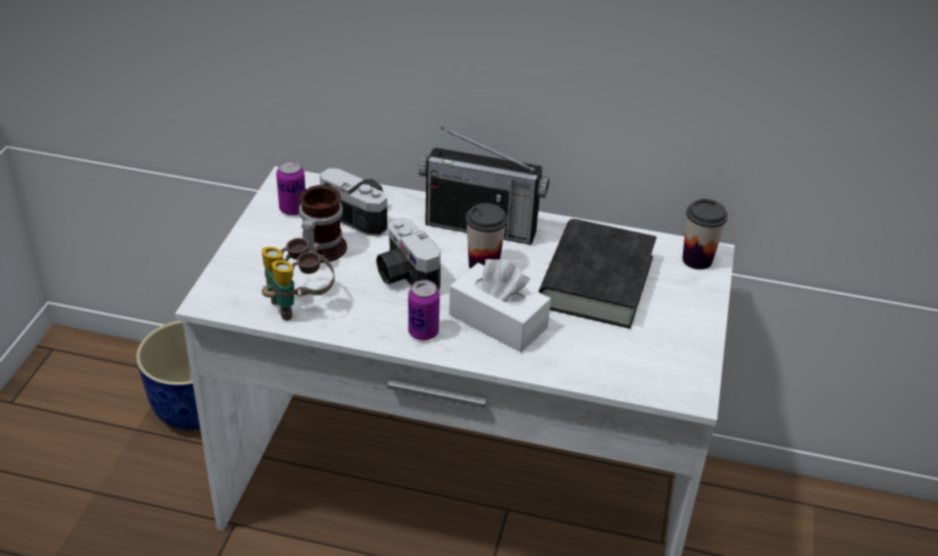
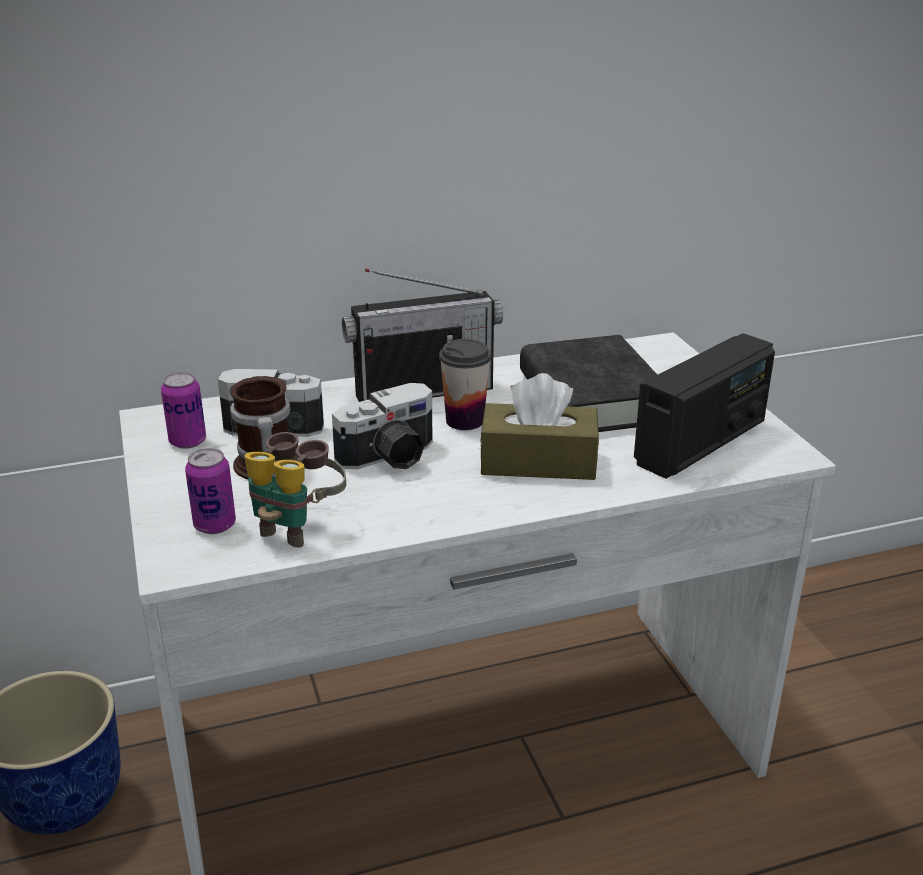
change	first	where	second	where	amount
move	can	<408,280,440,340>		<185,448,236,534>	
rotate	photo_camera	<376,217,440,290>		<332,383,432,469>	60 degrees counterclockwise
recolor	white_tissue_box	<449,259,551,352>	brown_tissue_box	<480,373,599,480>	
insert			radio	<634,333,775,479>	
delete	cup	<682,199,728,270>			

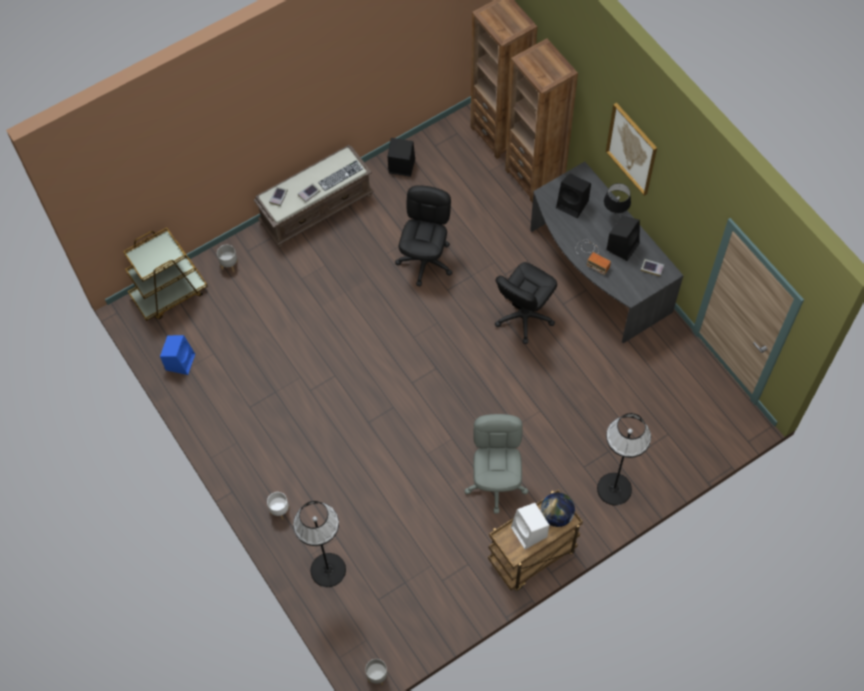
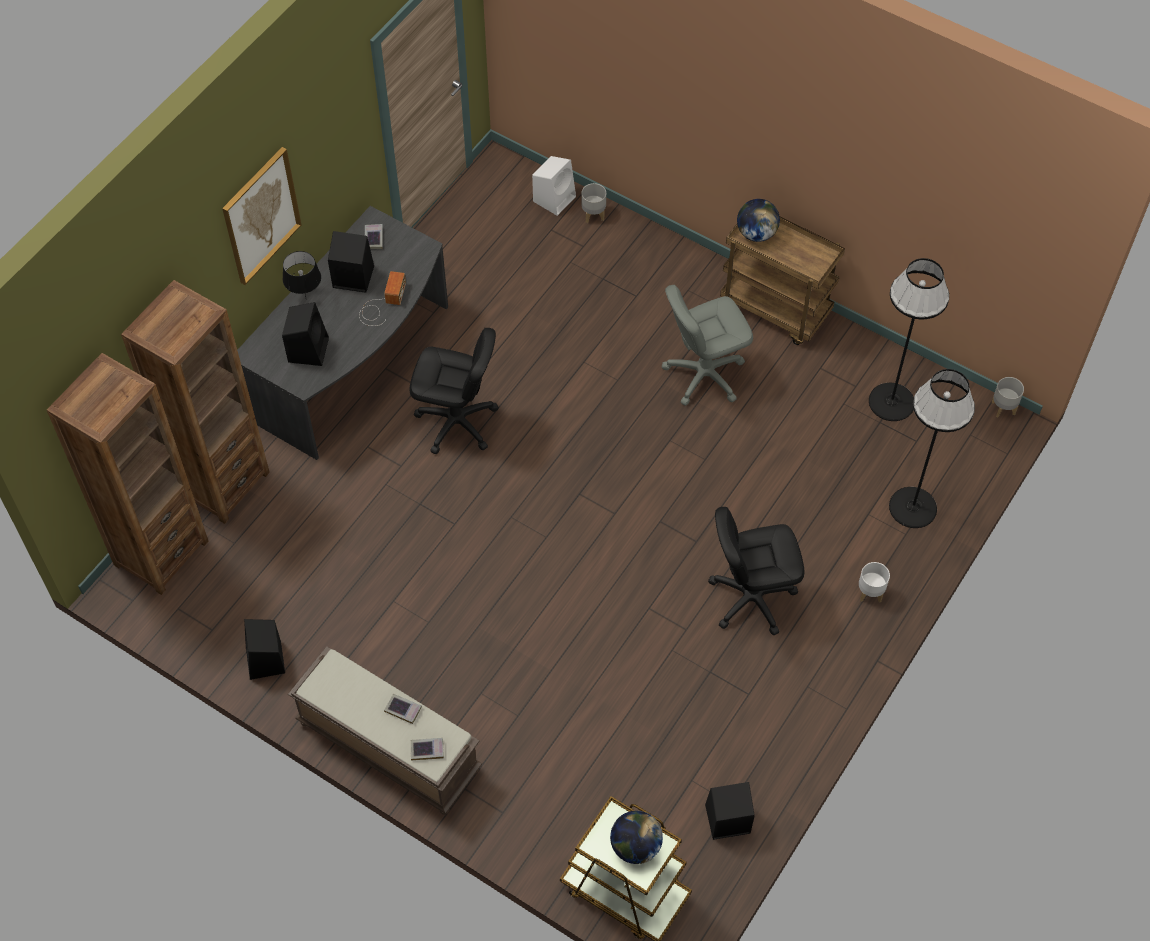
change	first	where	second	where	amount
move	white_speaker	<511,503,549,549>		<532,156,576,216>	
move	grey_planter	<217,245,238,272>		<581,183,606,223>	
insert			globe	<610,811,663,864>	
recolor	blue_speaker	<160,335,195,375>	black_speaker	<705,782,755,840>	
move	black_office_chair	<395,185,453,286>		<708,507,804,635>	
move	black_floor_lamp	<597,413,651,505>		<869,258,949,421>	
delete	keyboard	<318,160,363,191>			

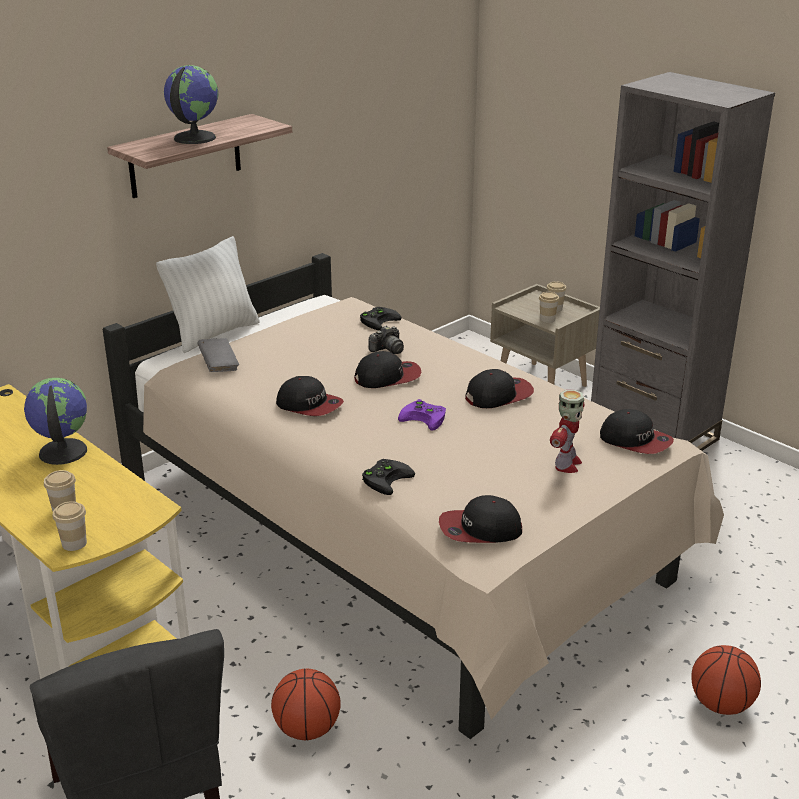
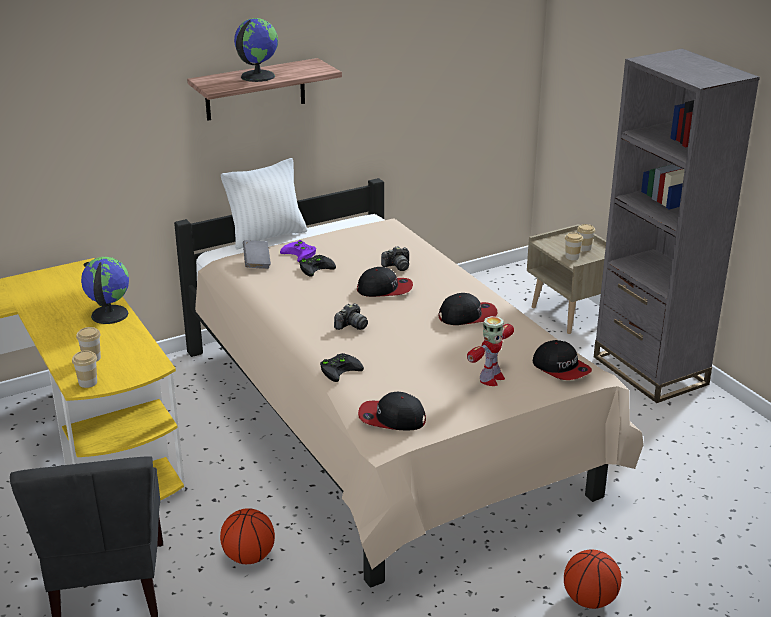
change	first	where	second	where	amount
move	purple_game_controller	<398,399,446,431>		<280,240,316,262>	
move	black_game_controller	<360,307,402,330>		<299,255,336,277>	
insert			photo_camera	<334,303,368,330>	
delete	cap	<276,376,344,416>			

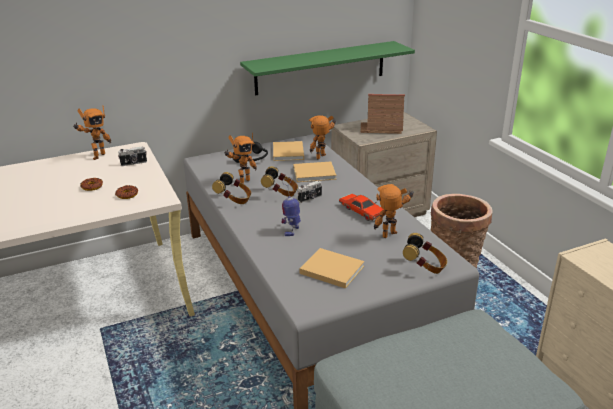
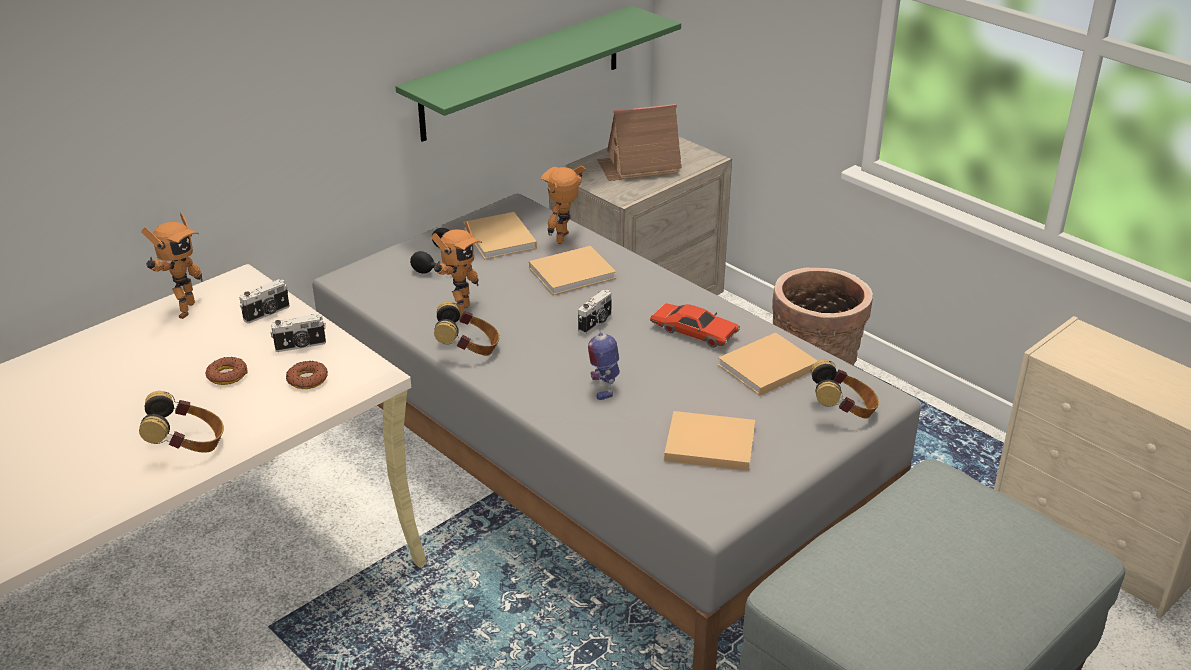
change	first	where	second	where	amount
move	headphones	<261,166,298,197>		<139,391,224,453>	
insert			photo_camera	<270,314,326,352>	
replace	toy_robot	<374,184,414,238>	beige_book	<718,333,818,396>	

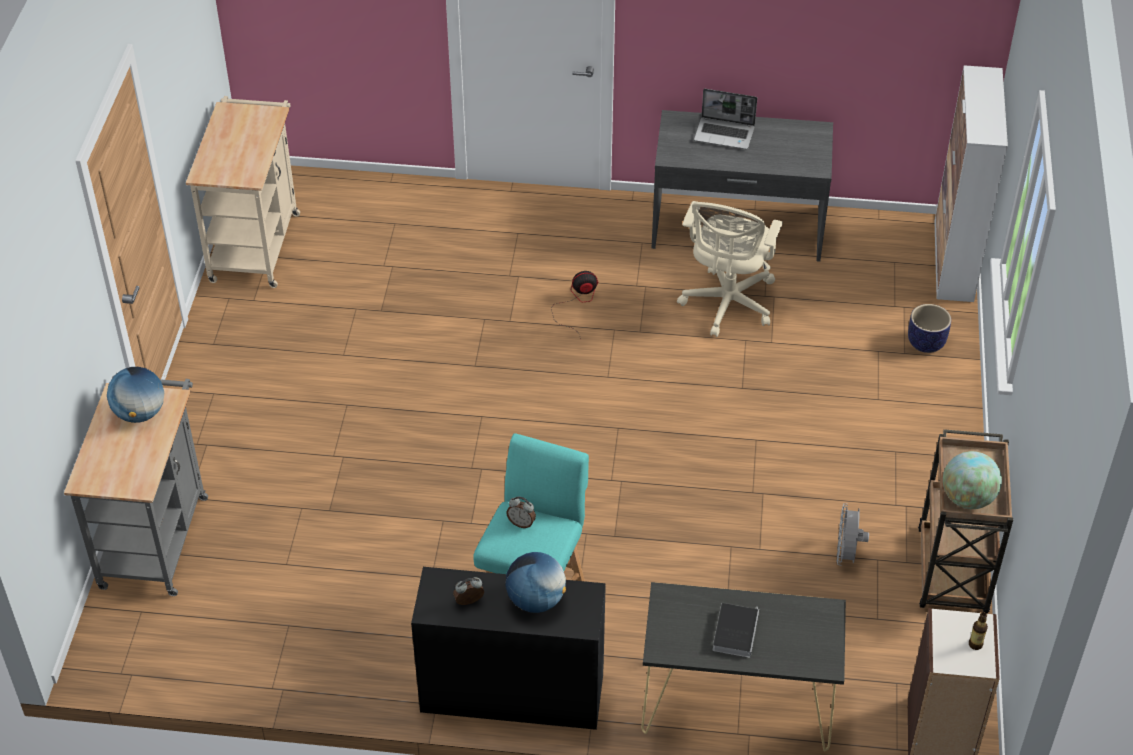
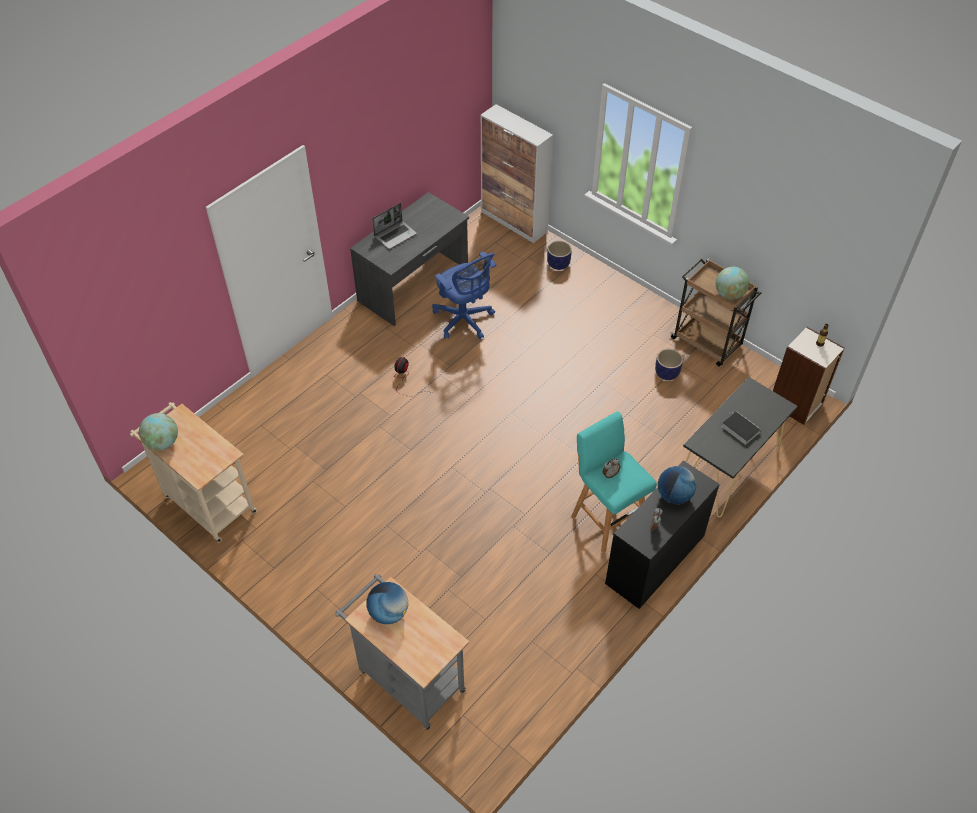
change	first	where	second	where	amount
insert			globe	<139,413,178,450>	
recolor	beige_office_chair	<677,201,783,337>	blue_office_chair	<432,252,496,339>	
replace	grey_fan	<837,503,869,566>	planter	<655,349,683,380>	

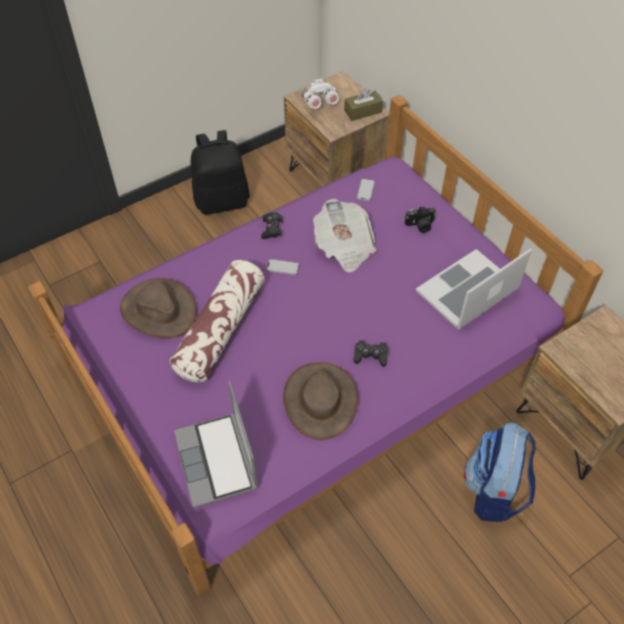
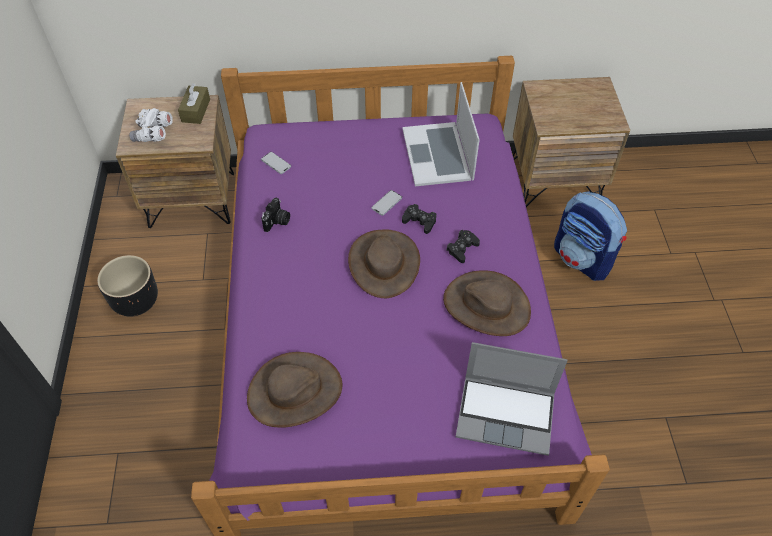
change	first	where	second	where	amount
replace	black_backpack	<191,130,250,215>	black_planter	<97,255,158,317>	
move	photo_camera	<405,206,436,233>		<261,198,290,232>	
insert			brown_hat	<348,230,420,298>	
move	phone	<267,259,299,275>		<371,190,402,216>	
move	black_game_controller	<261,212,282,239>		<402,204,436,234>	
delete	pillow	<170,260,265,382>			
delete	newspaper	<313,199,376,273>			

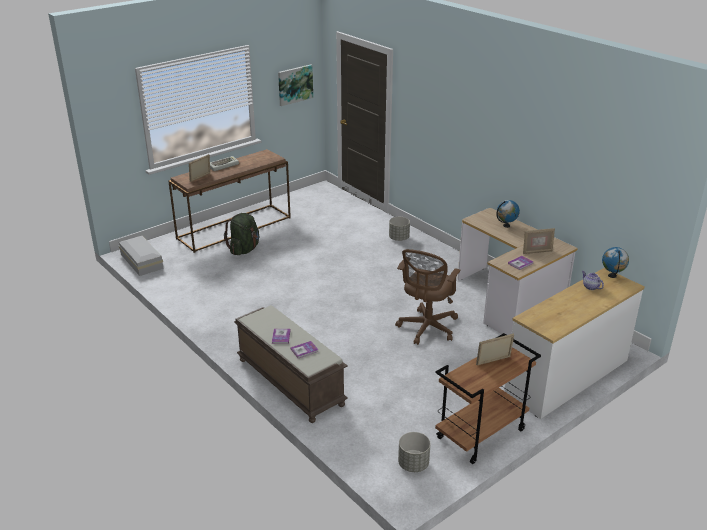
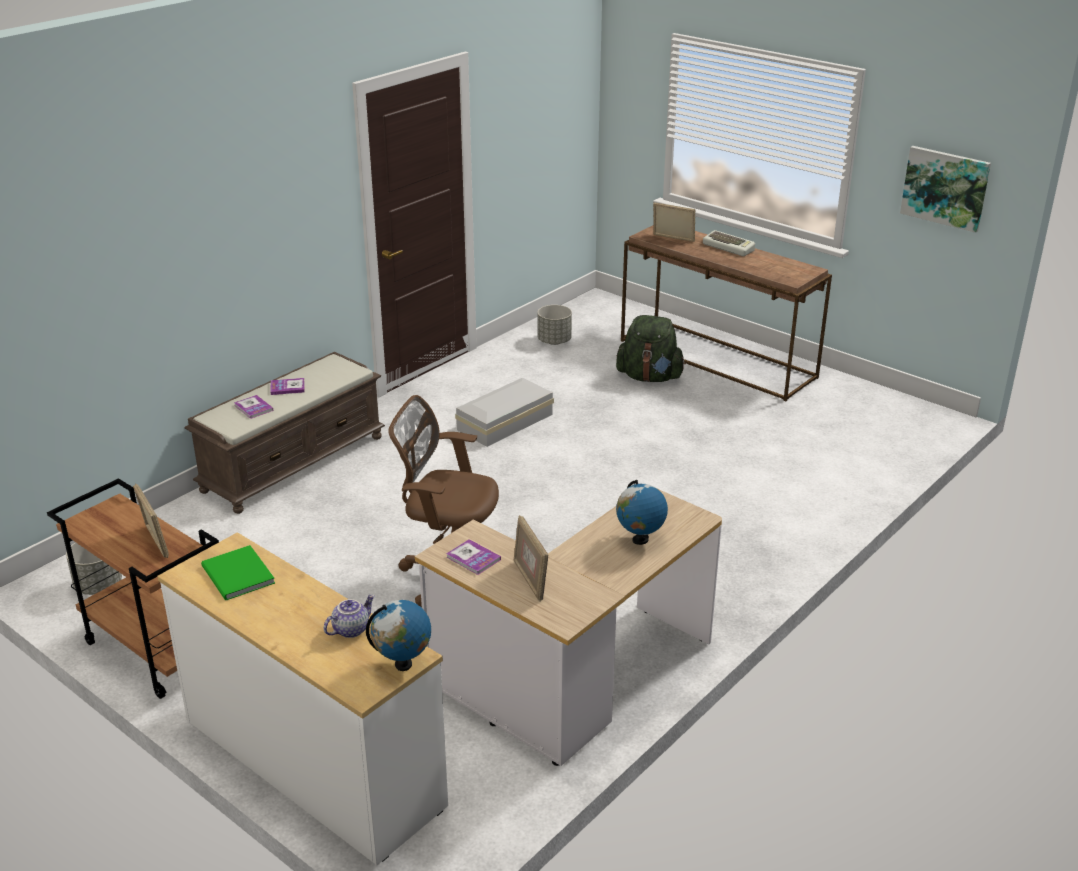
change	first	where	second	where	amount
insert			green_book	<201,545,275,600>	
move	white_storage_box	<119,236,164,276>		<455,378,554,447>	
move	grey_planter	<389,217,410,241>		<538,305,572,345>	

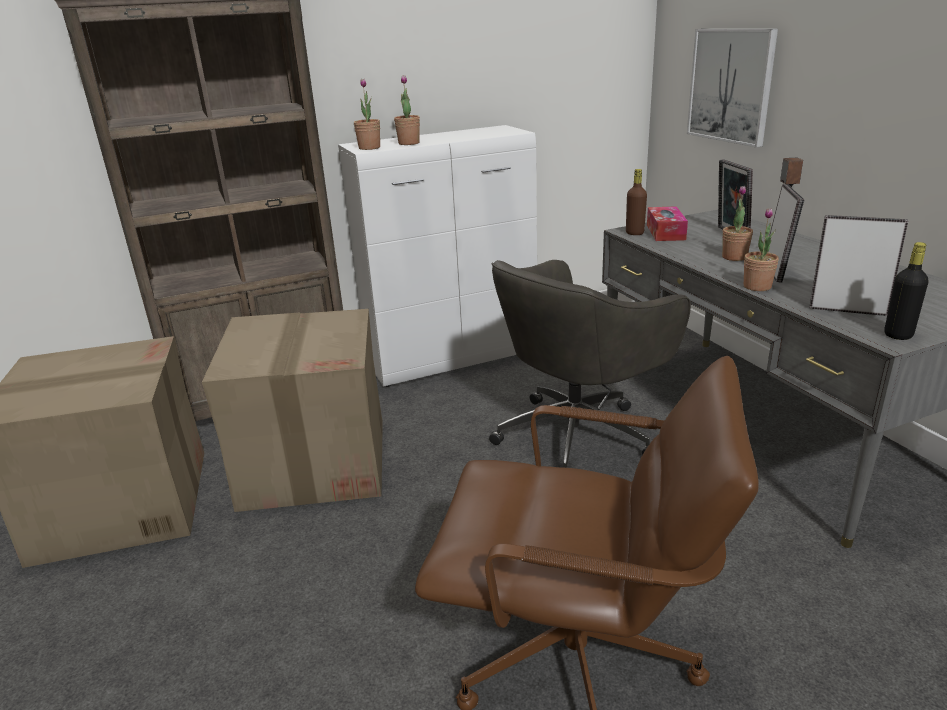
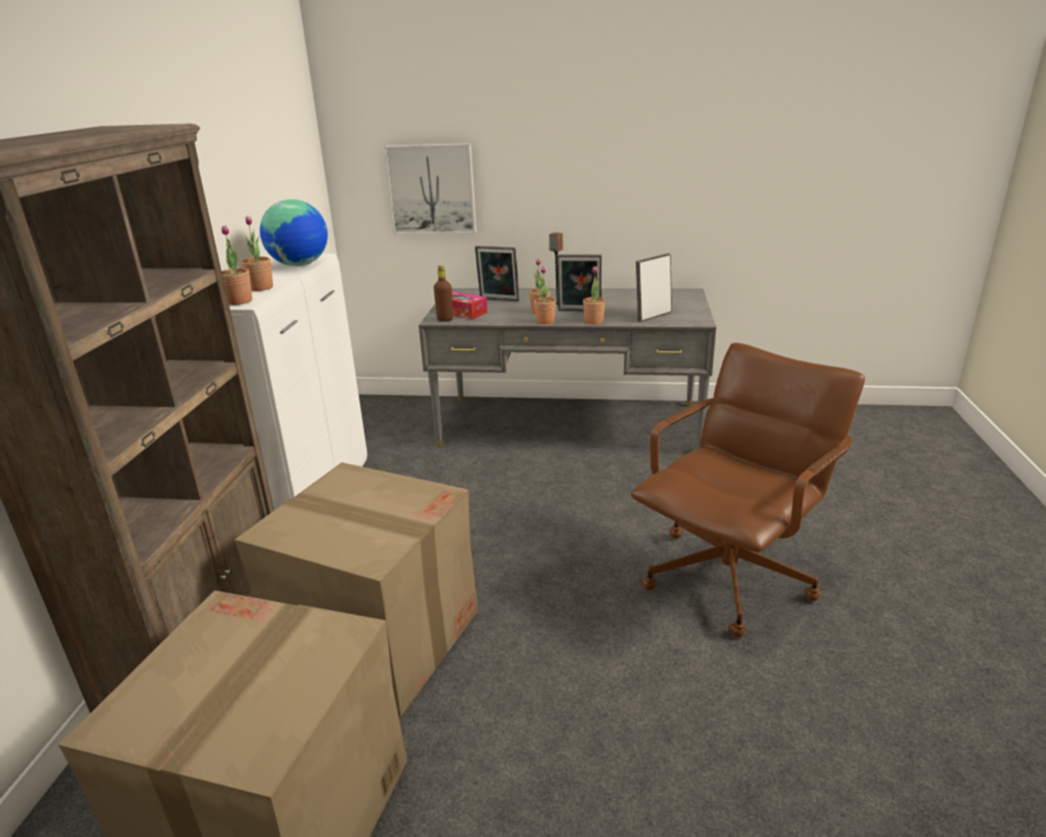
change	first	where	second	where	amount
insert			globe	<260,199,328,266>	
insert			potted_plant	<534,266,556,324>	
rotate	picture_frame	<768,184,804,282>		<557,254,602,311>	150 degrees clockwise
delete	grey_office_chair	<489,260,691,468>			
delete	black_bottle	<884,242,929,340>			

